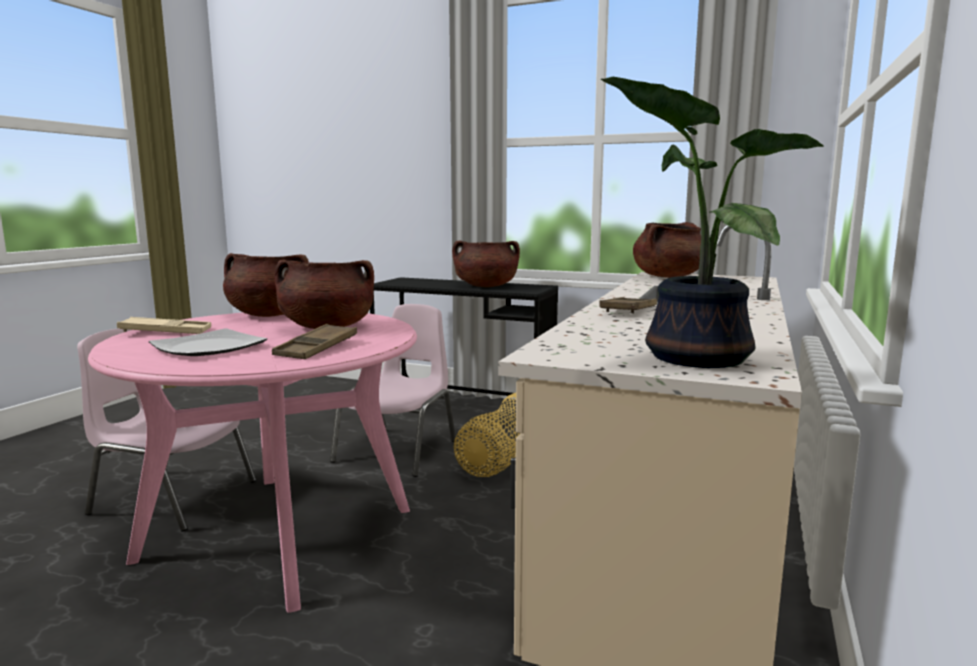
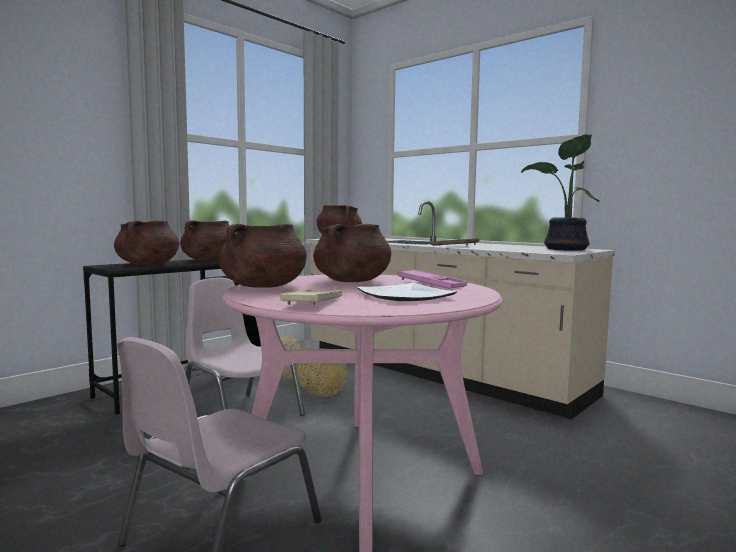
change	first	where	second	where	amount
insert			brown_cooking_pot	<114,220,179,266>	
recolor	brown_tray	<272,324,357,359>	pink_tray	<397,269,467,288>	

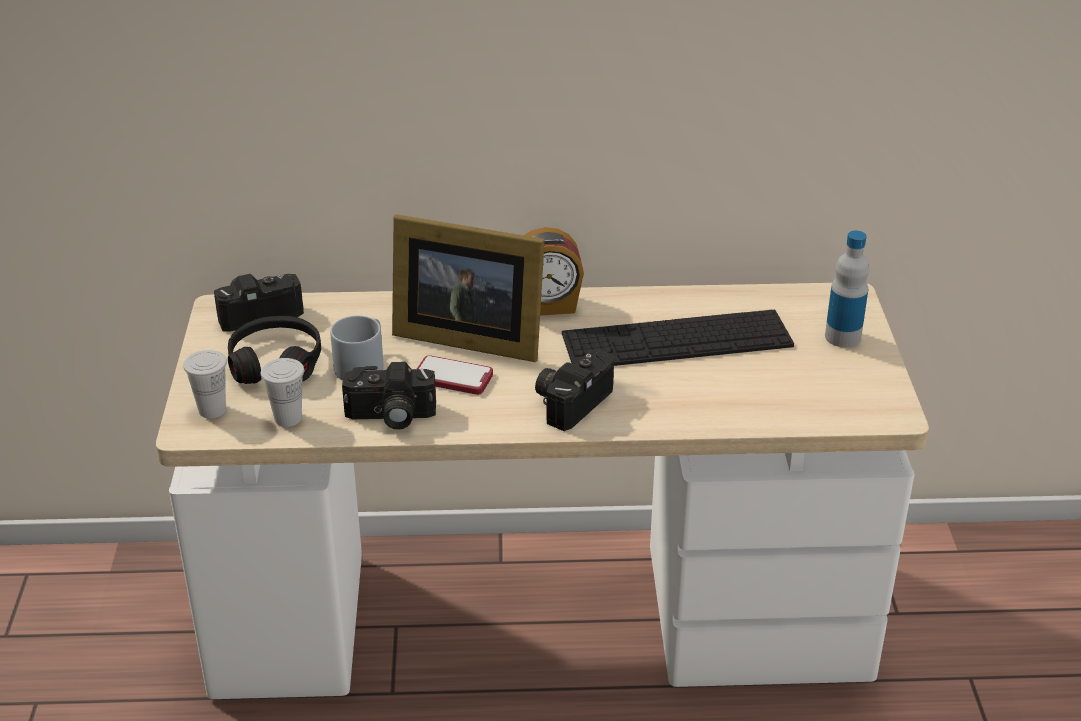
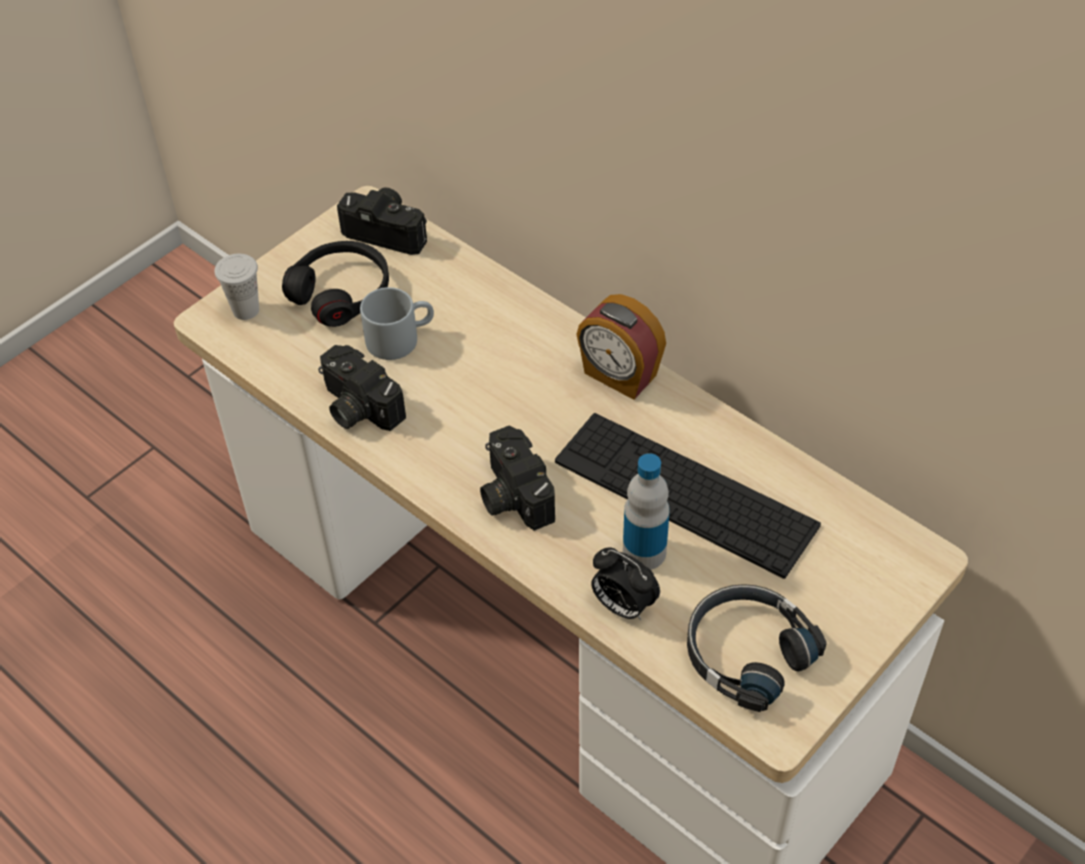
change	first	where	second	where	amount
rotate	photo_camera	<535,349,614,431>		<480,425,555,531>	105 degrees counterclockwise
insert			alarm_clock	<591,547,660,620>	
move	bottle	<825,230,869,348>		<623,453,670,570>	
insert			black_headphones	<687,584,827,712>	
delete	white_cup	<261,358,304,427>			
delete	picture_frame	<392,214,545,362>			
delete	phone	<417,355,493,395>			

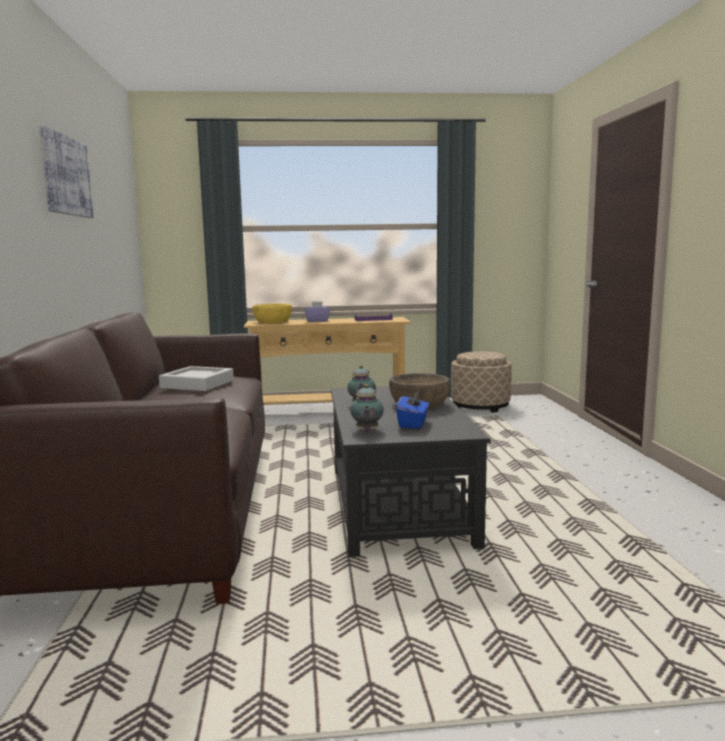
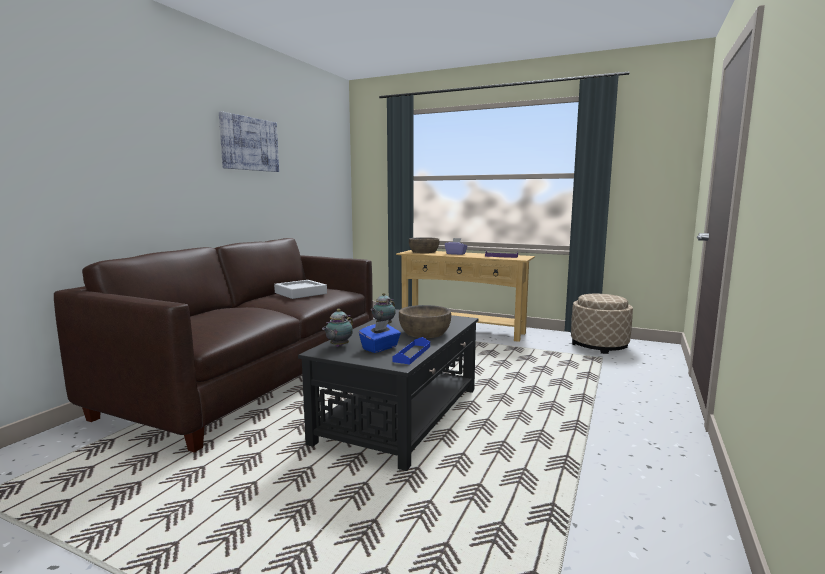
change	first	where	second	where	amount
insert			blue_tray	<392,337,430,364>	
recolor	yellow_bowl	<253,303,292,323>	brown_bowl	<409,237,439,253>	

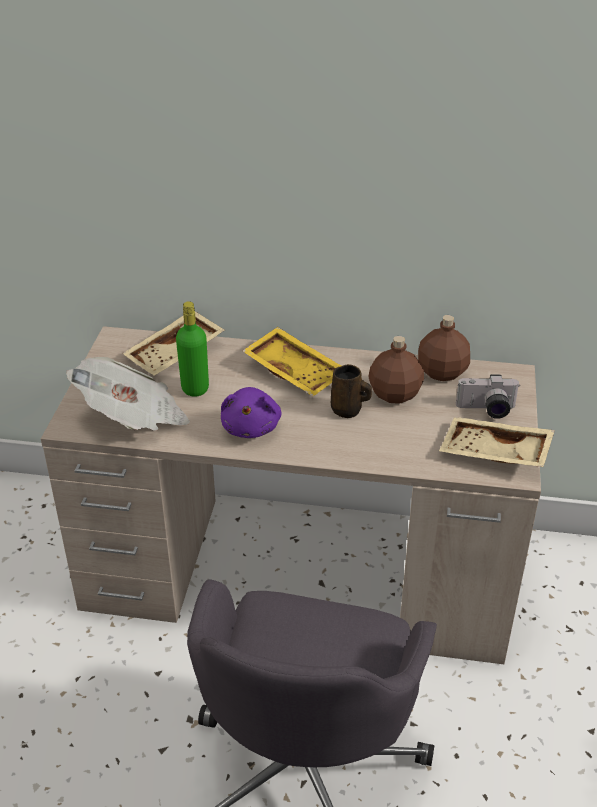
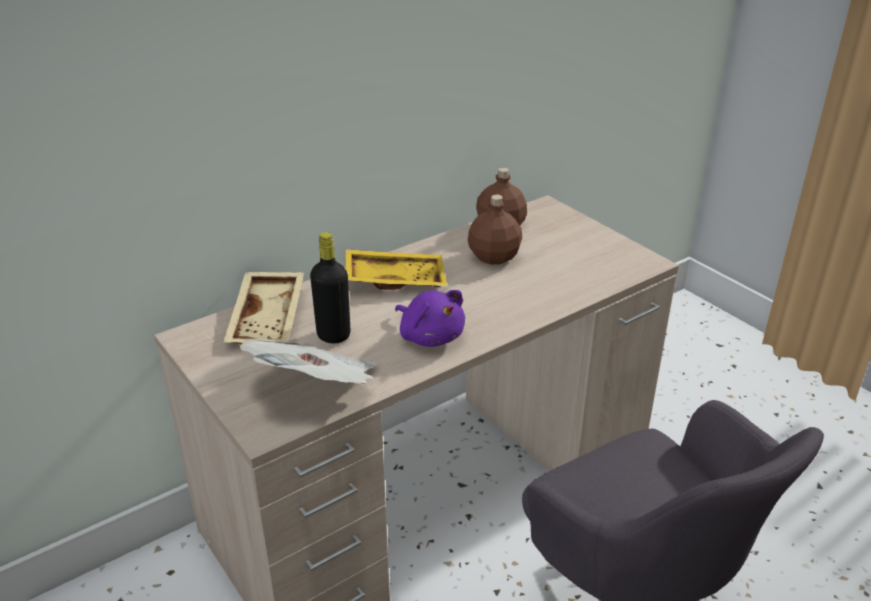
change	first	where	second	where	amount
recolor	green_bottle	<176,301,209,397>	black_bottle	<310,232,350,343>	
delete	brown_mug	<331,364,372,418>			
delete	beige_tray	<439,417,555,467>			
delete	photo_camera	<456,375,520,419>			

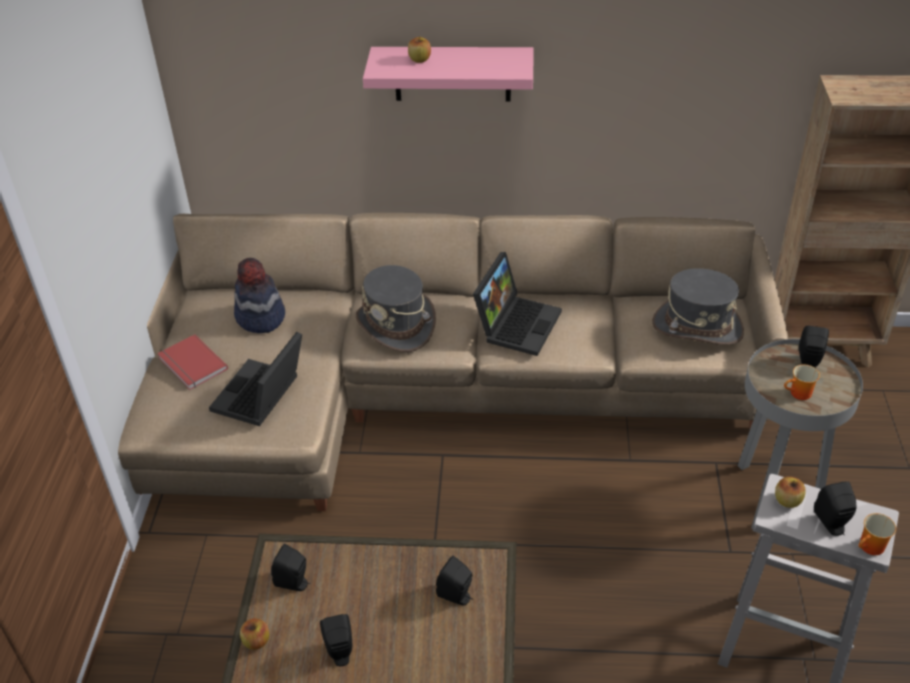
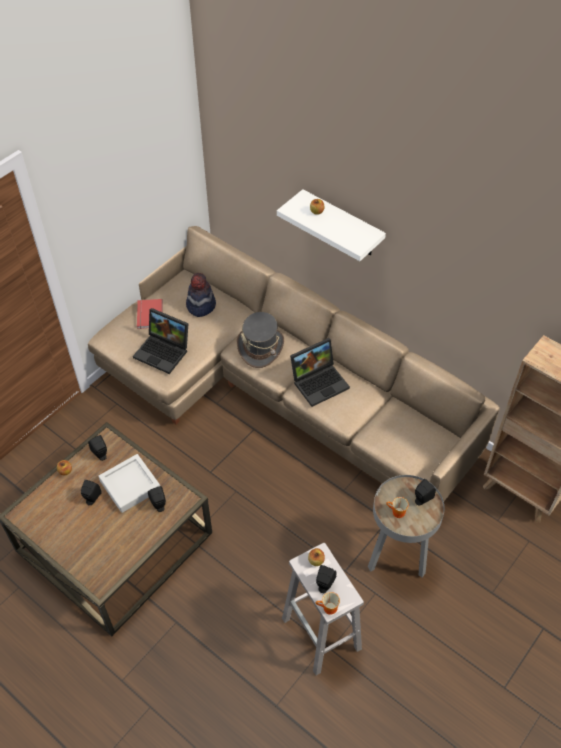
change	first	where	second	where	amount
insert			grey_tray	<98,454,160,513>	
rotate	laptop	<209,332,302,426>		<133,308,189,374>	120 degrees counterclockwise
recolor	pink_shelf	<363,47,534,102>	white_shelf	<277,189,386,261>	
delete	grey_hat	<652,268,744,345>			

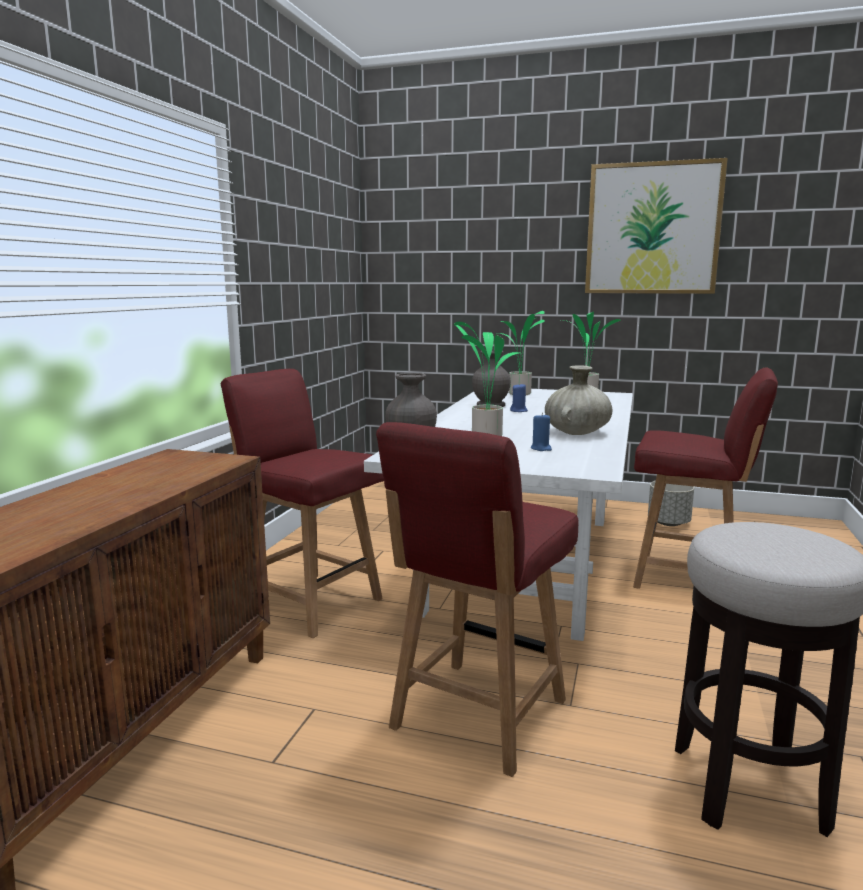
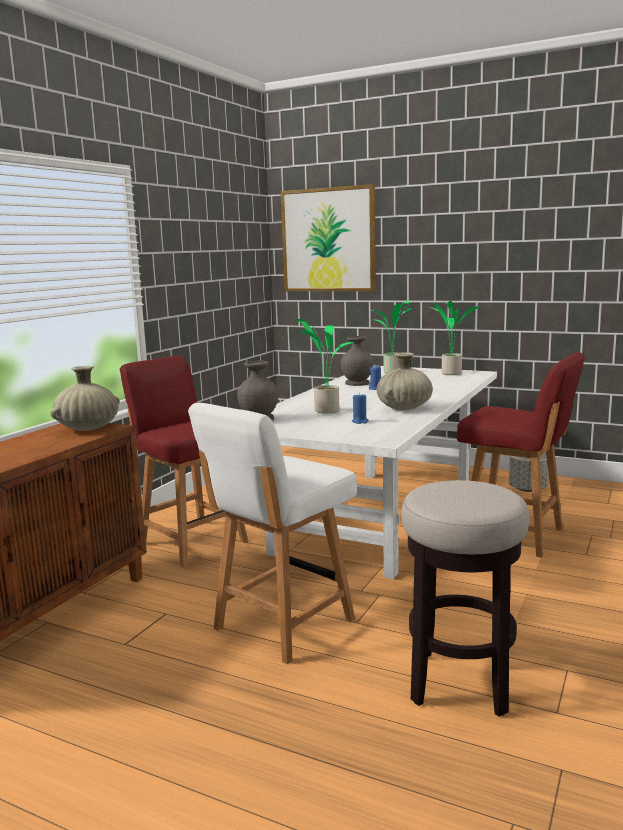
change	first	where	second	where	amount
insert			beige_vase	<50,366,120,431>	
recolor	red_chair	<376,422,579,777>	white_chair	<188,403,357,664>	
move	picture	<585,158,728,294>		<281,184,376,291>	

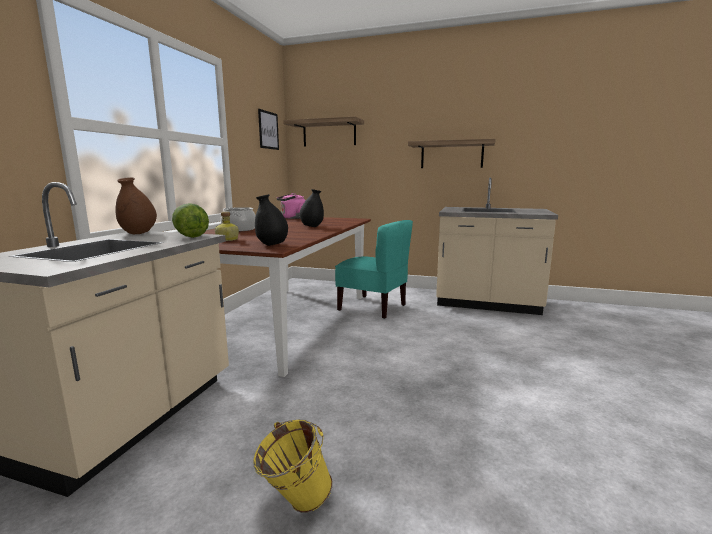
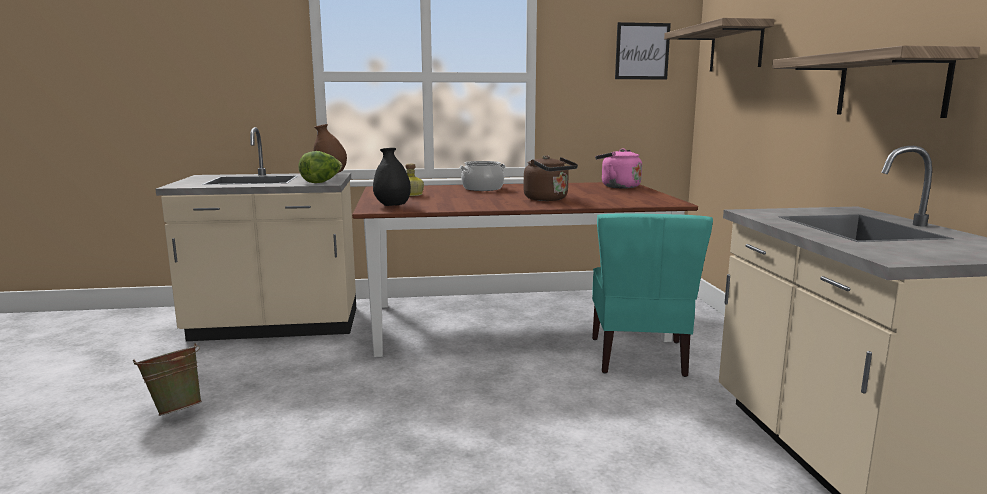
change	first	where	second	where	amount
recolor	yellow_bucket	<253,419,333,513>	green_bucket	<133,343,202,416>	
replace	black_vase	<300,189,324,227>	brown_kettle	<524,155,578,201>	

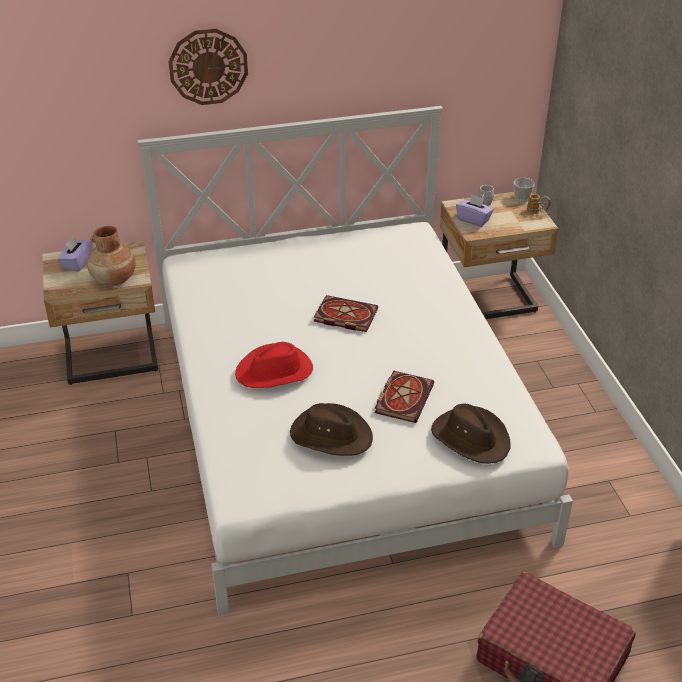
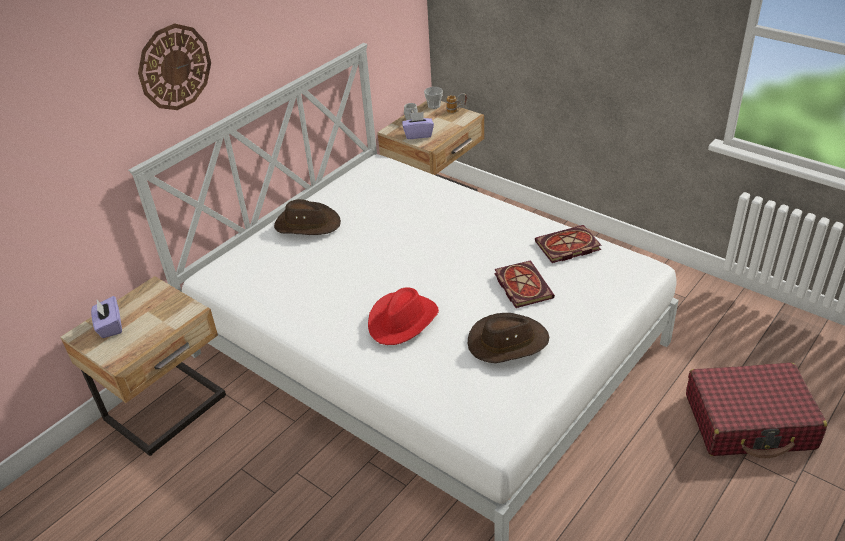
change	first	where	second	where	amount
move	brown_hat	<431,404,511,464>		<274,199,341,235>	
move	book	<314,295,378,332>		<535,225,602,263>	
delete	brown_vase	<87,226,136,286>			

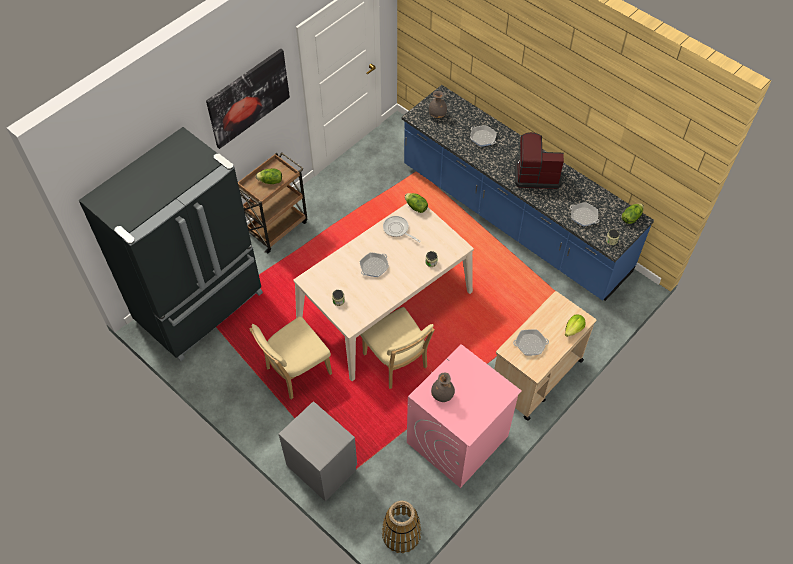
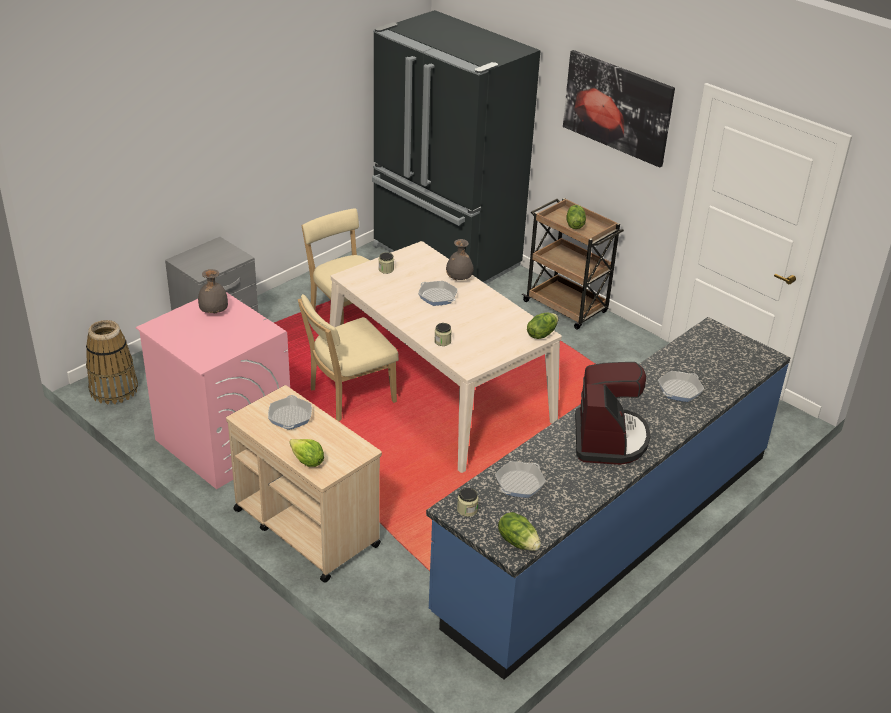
change	first	where	second	where	amount
move	grey_vase	<429,91,447,118>		<446,239,473,280>	
delete	frying_pan	<383,216,421,243>			

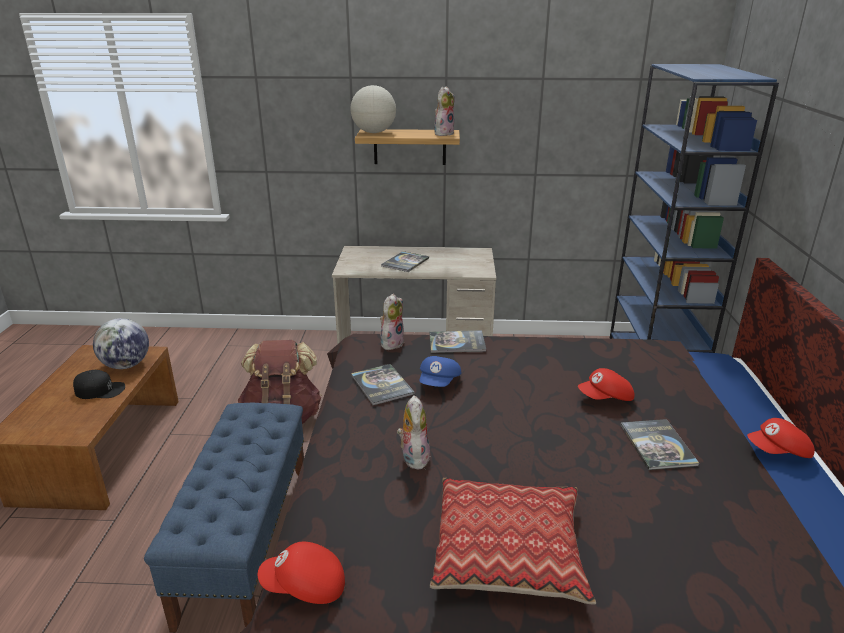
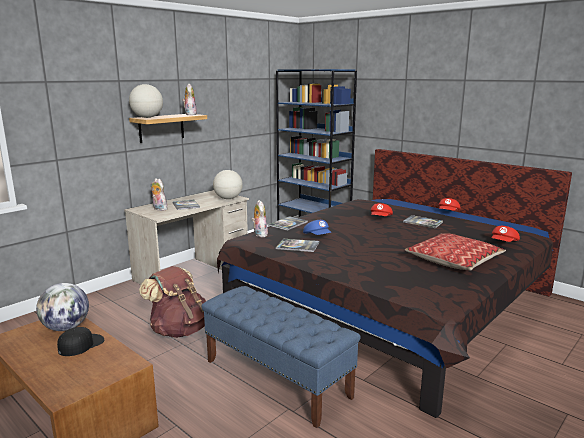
change	first	where	second	where	amount
move	plush_toy	<397,395,431,469>		<151,179,167,211>	
insert			globe	<213,170,243,199>	
move	red_cap	<258,542,345,604>		<491,226,520,242>	

